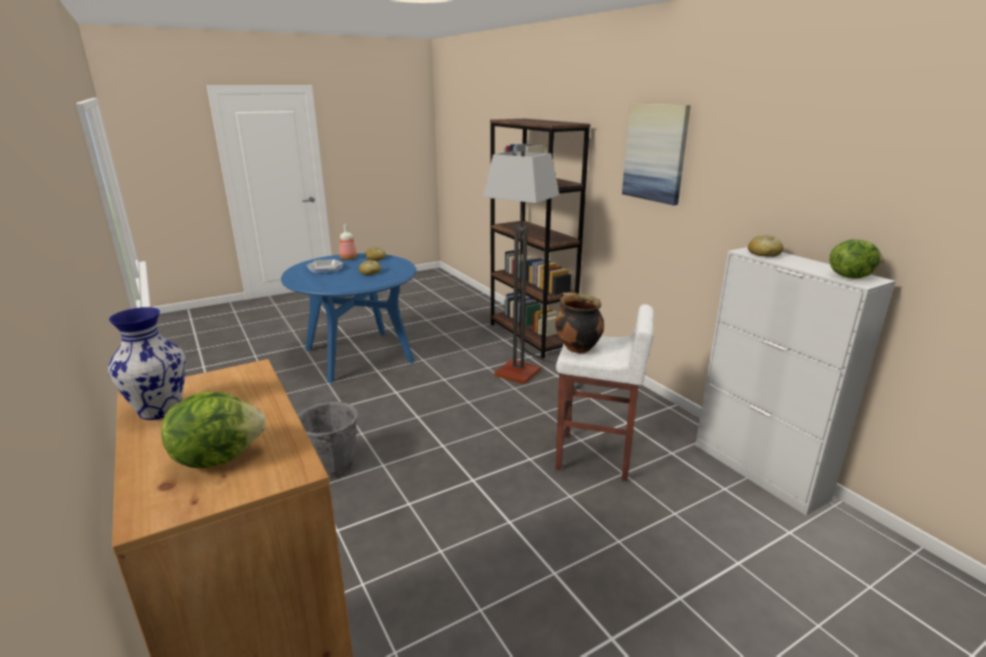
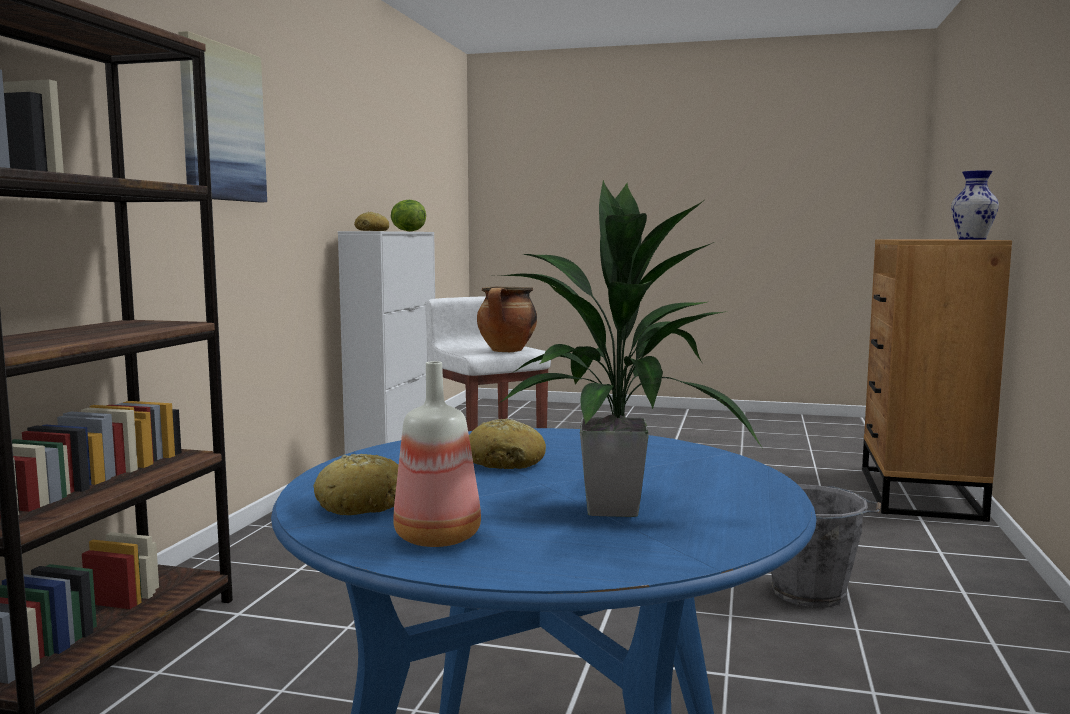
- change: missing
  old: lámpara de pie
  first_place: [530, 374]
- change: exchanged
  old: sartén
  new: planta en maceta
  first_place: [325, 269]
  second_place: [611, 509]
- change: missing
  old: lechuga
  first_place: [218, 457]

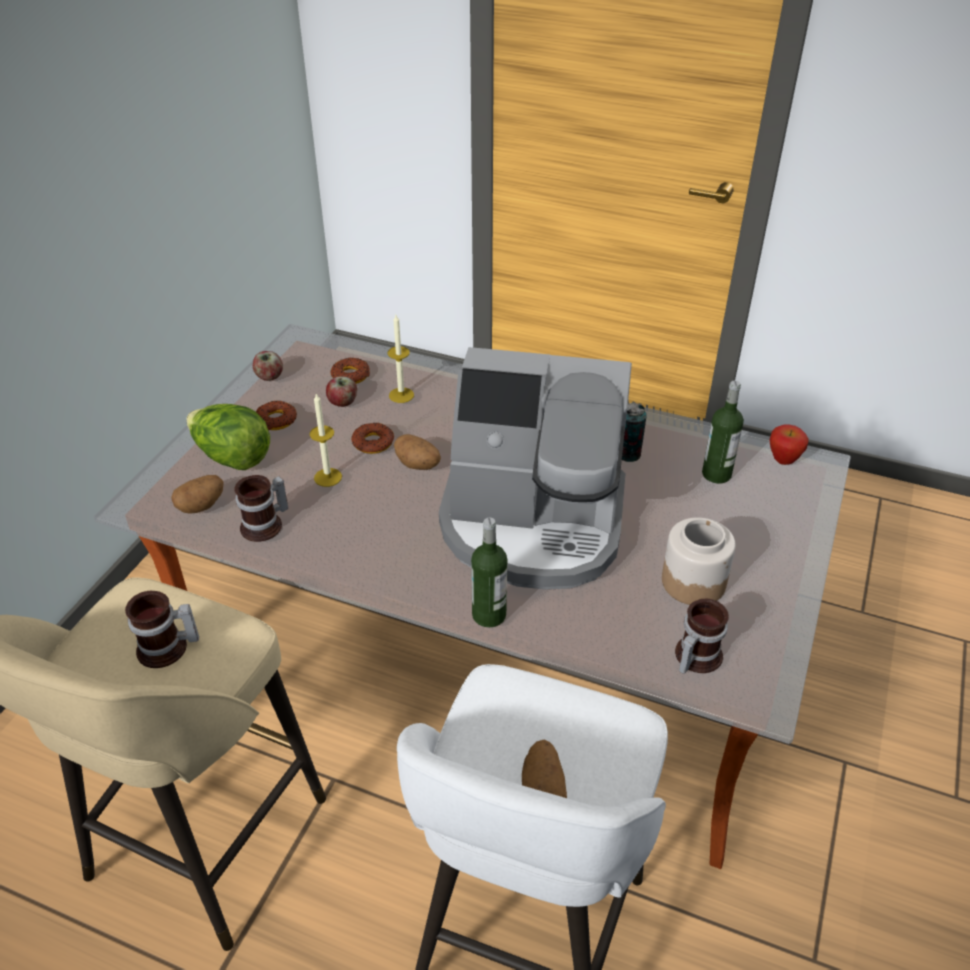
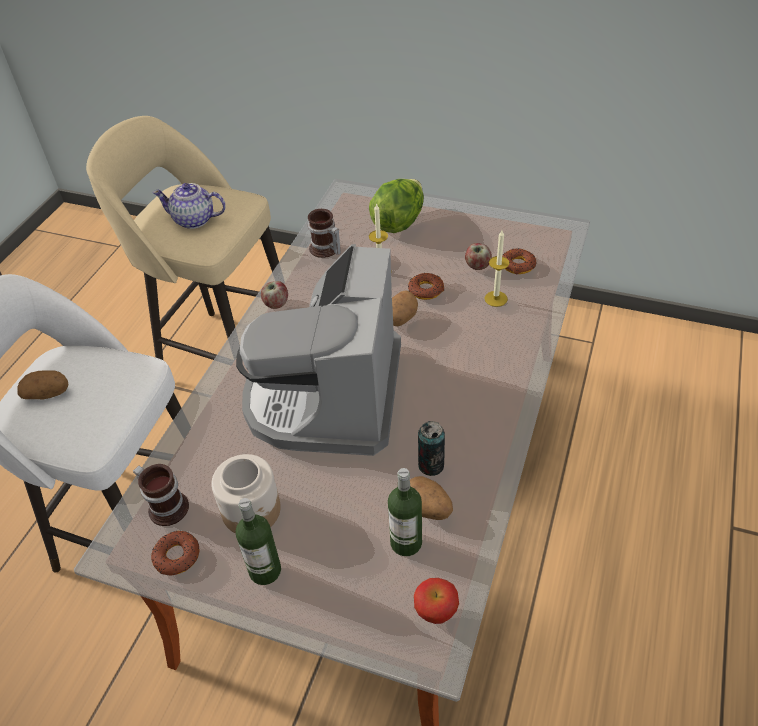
- change: relocated
  old: manzana
  first_place: [269, 377]
  second_place: [276, 304]
- change: relocated
  old: rosquilla
  first_place: [276, 420]
  second_place: [176, 556]
- change: relocated
  old: patata
  first_place: [201, 506]
  second_place: [429, 508]
- change: relocated
  old: botella
  first_place: [489, 615]
  second_place: [265, 570]
- change: exchanged
  old: taza grande
  new: tetera
  first_place: [167, 650]
  second_place: [194, 220]

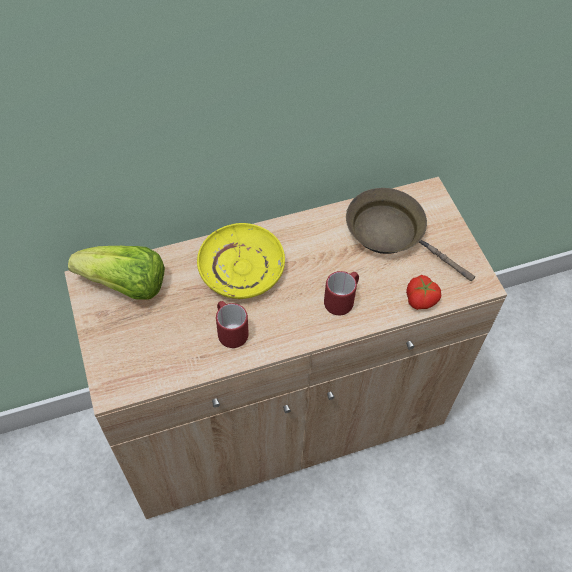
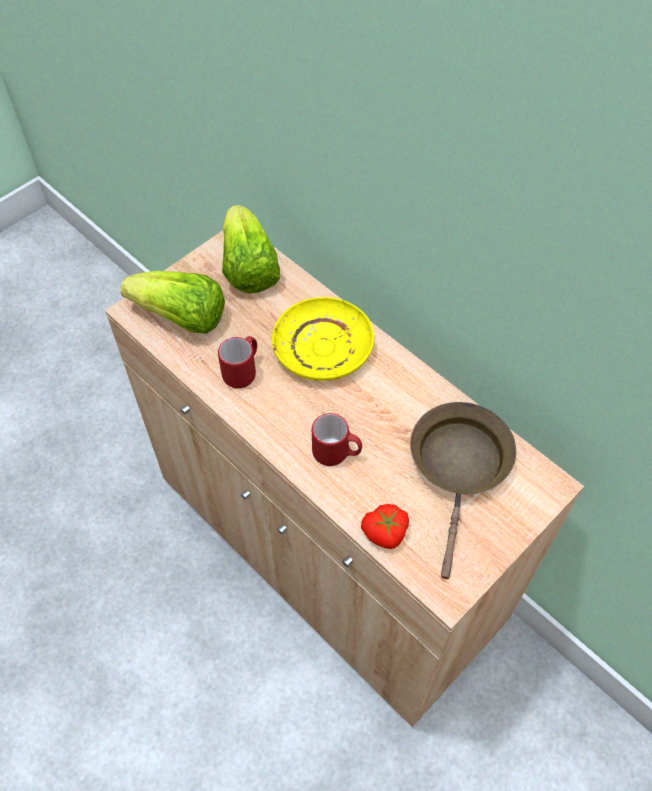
- change: appeared
  new: lechuga
  second_place: [181, 318]

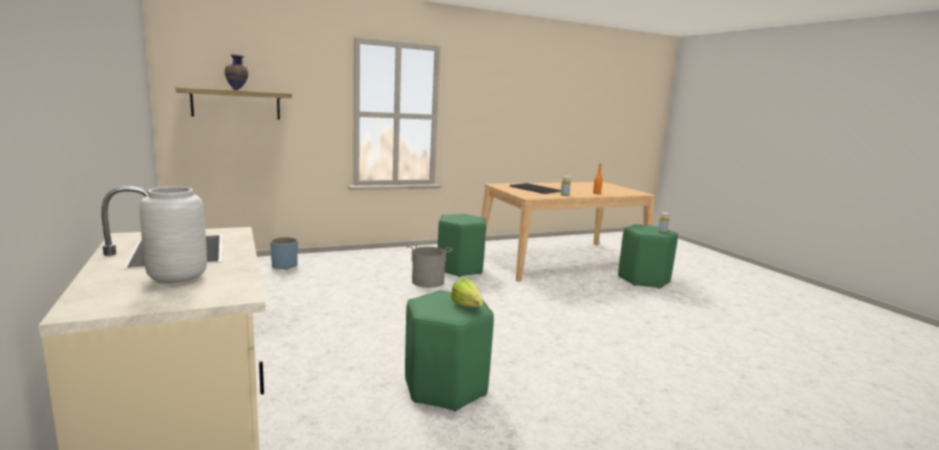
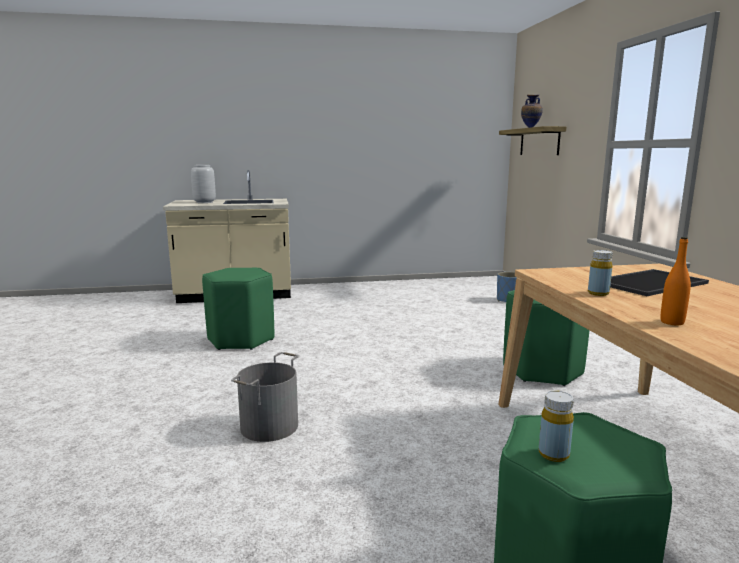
- change: relocated
  old: cubo (gris)
  first_place: [428, 281]
  second_place: [270, 426]
- change: missing
  old: lechuga
  first_place: [468, 308]

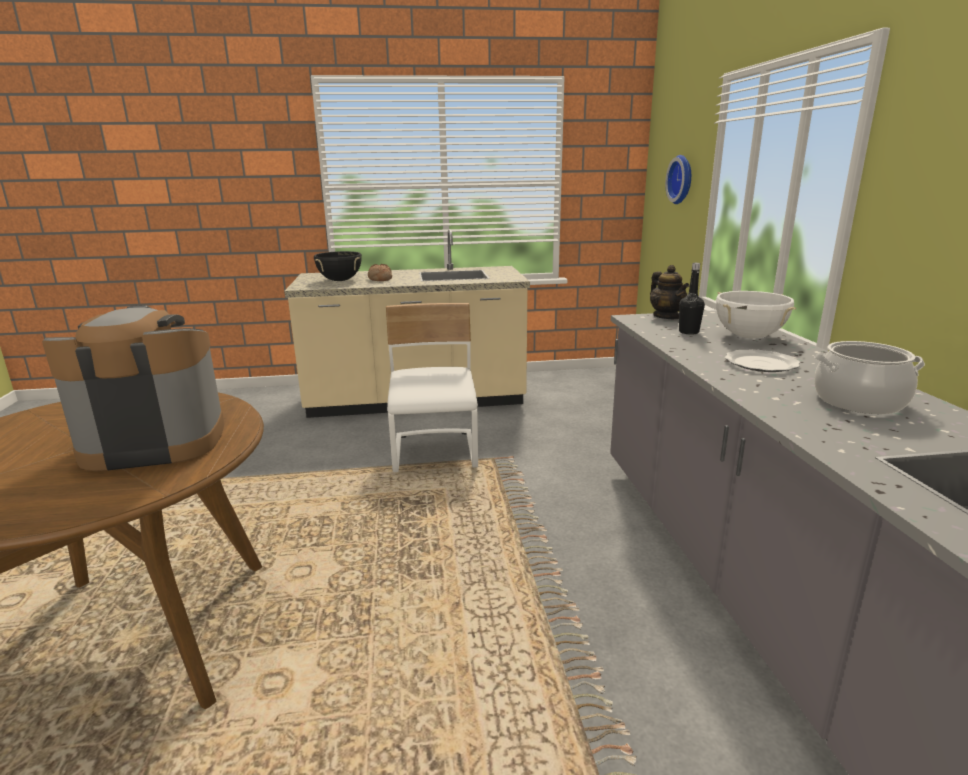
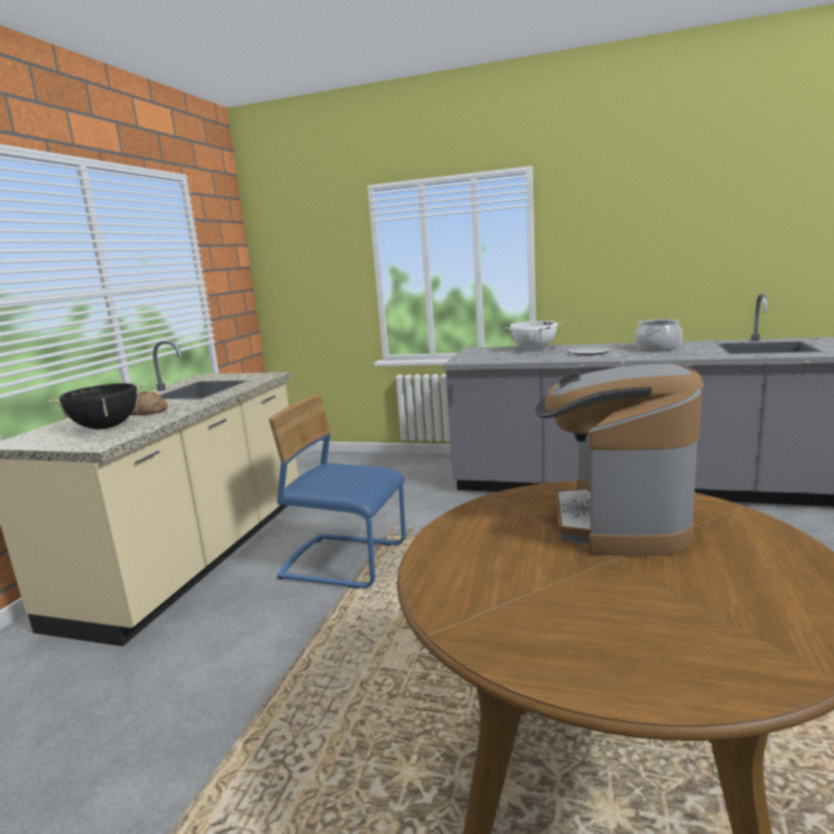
- change: missing
  old: reloj de pared
  first_place: [682, 179]
- change: missing
  old: botella (negro)
  first_place: [688, 332]
- change: missing
  old: tetera
  first_place: [666, 317]
- change: colour
  old: silla (blanco)
  new: silla (azul)
  first_place: [436, 453]
  second_place: [344, 561]

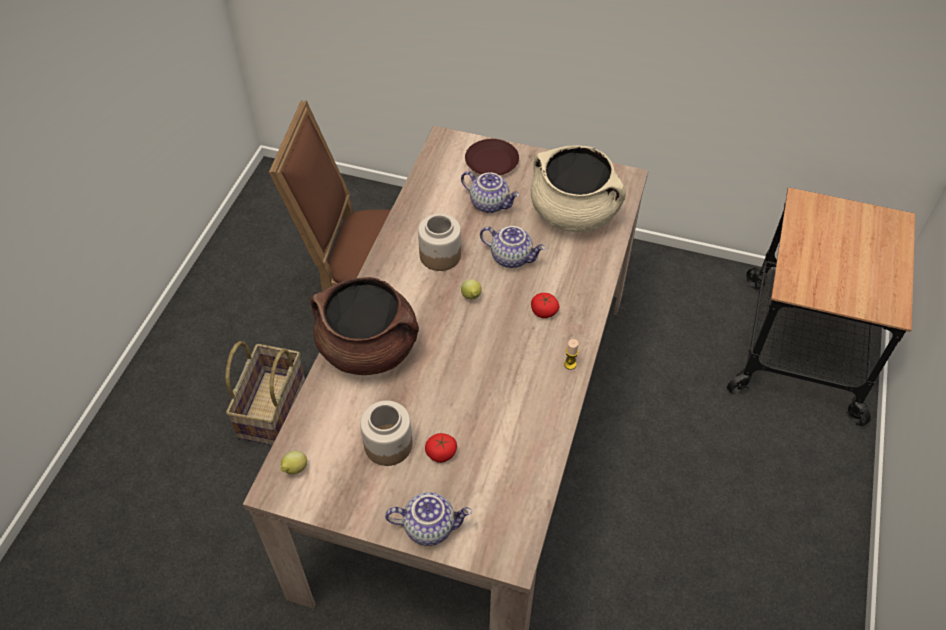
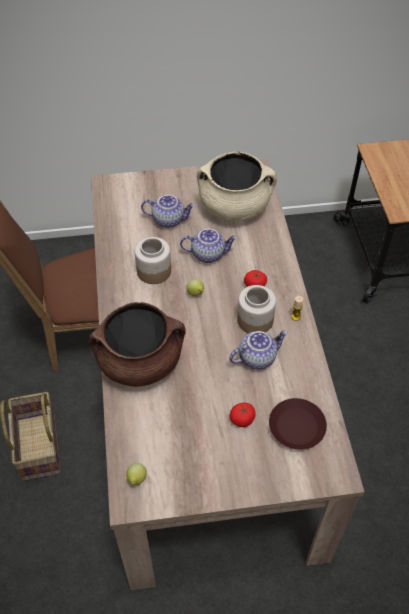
- change: relocated
  old: plato (marrón)
  first_place: [491, 163]
  second_place: [297, 427]
- change: relocated
  old: tarro
  first_place: [389, 445]
  second_place: [255, 320]
- change: relocated
  old: tetera
  first_place: [430, 526]
  second_place: [257, 357]

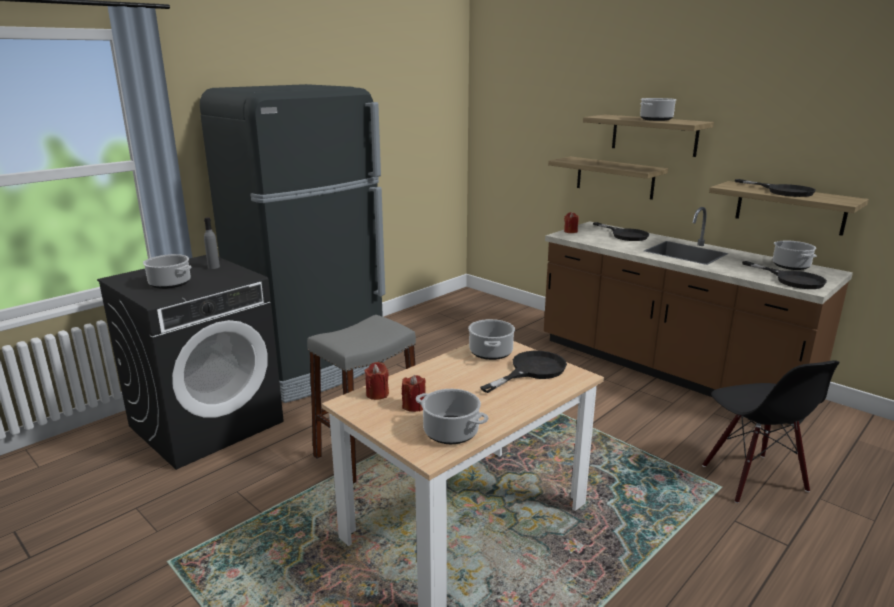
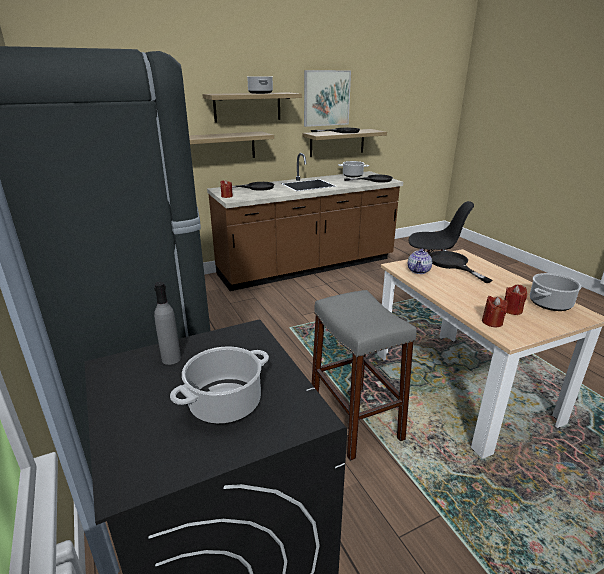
- change: exchanged
  old: olla
  new: tetera
  first_place: [491, 352]
  second_place: [419, 270]
- change: appeared
  new: cuadro
  second_place: [326, 98]

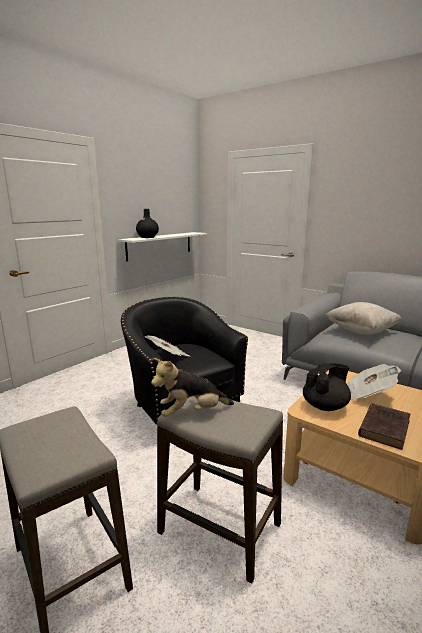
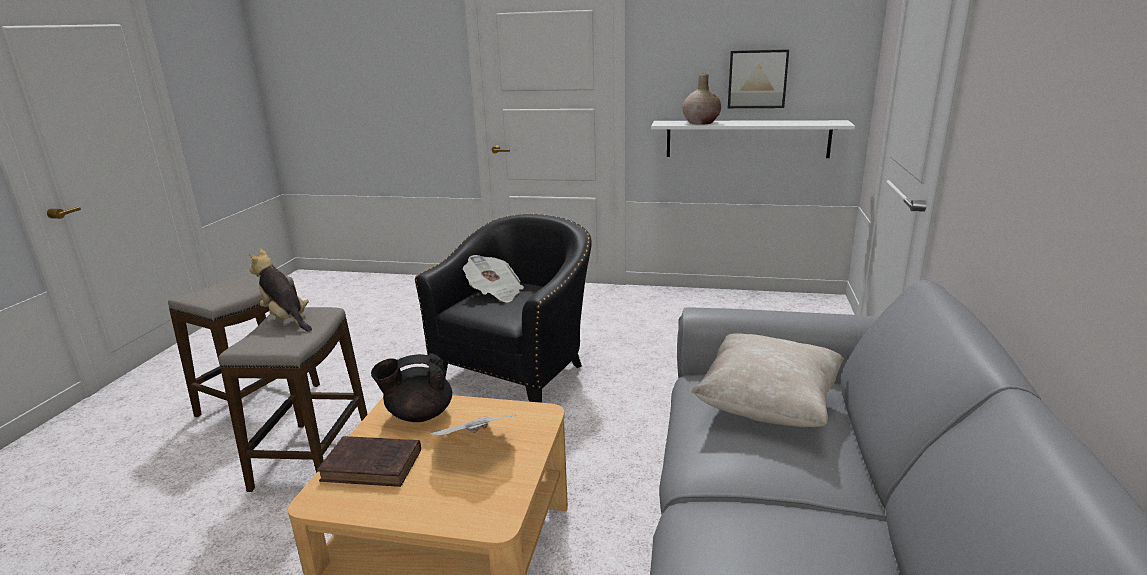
- change: colour
  old: florero (negro)
  new: florero (beis)
  first_place: [147, 237]
  second_place: [701, 122]
- change: spun
  old: tetera (negro)
  first_place: [325, 406]
  second_place: [419, 415]
  degrees: 135
- change: appeared
  new: cuadro
  second_place: [757, 79]

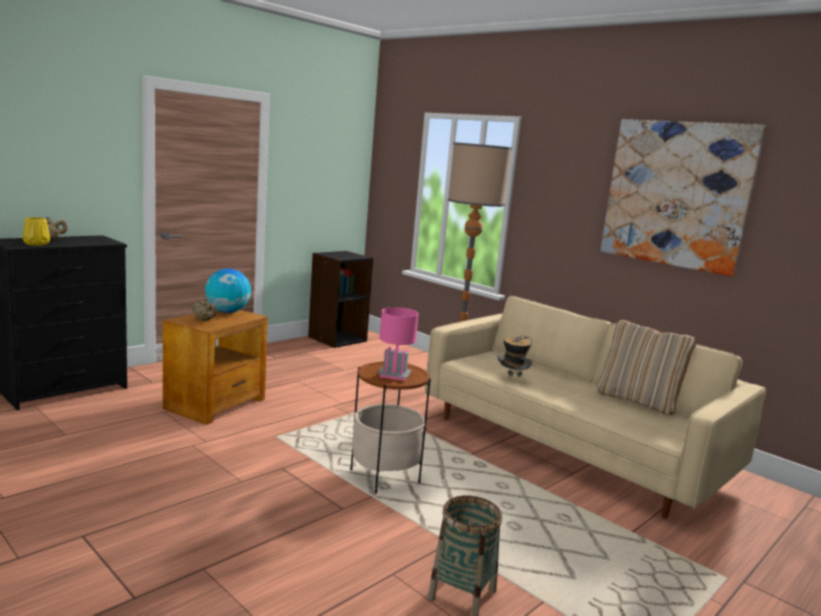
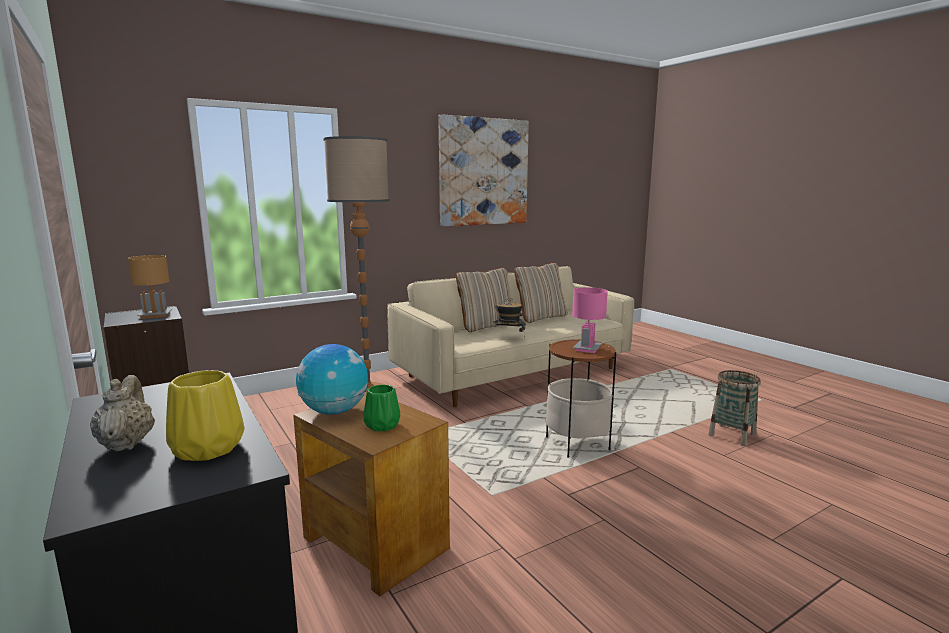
- change: exchanged
  old: tetera (beis)
  new: florero (verde)
  first_place: [204, 320]
  second_place: [382, 425]
- change: appeared
  new: lámpara de mesa (marrón)
  second_place: [155, 315]
- change: appeared
  new: cojín (beis)
  second_place: [486, 326]

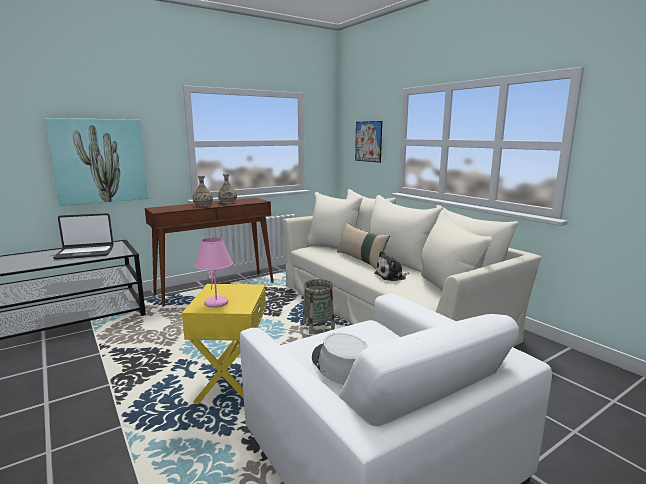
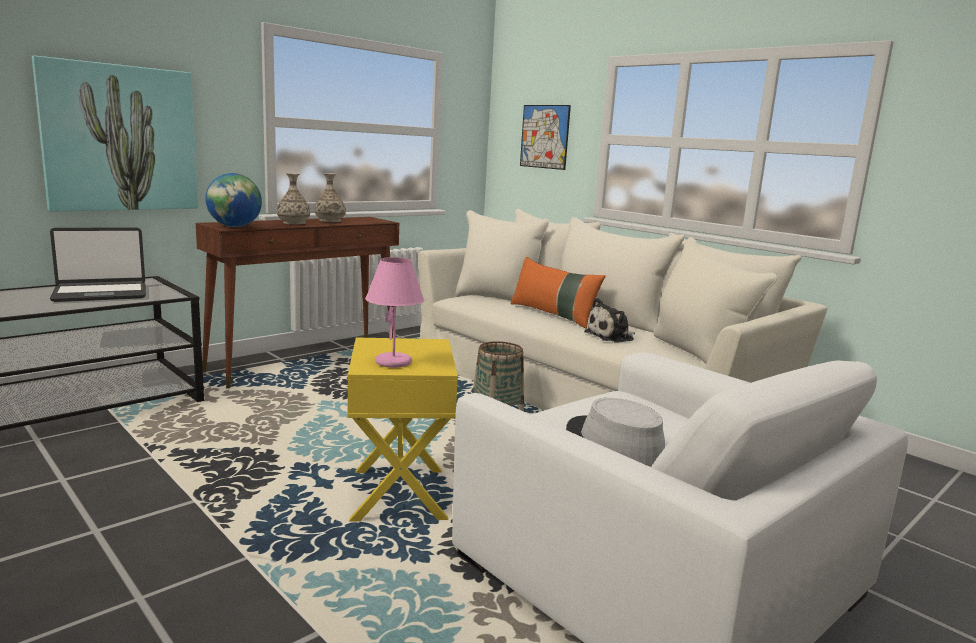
- change: colour
  old: cojín (beis)
  new: cojín (naranja)
  first_place: [361, 260]
  second_place: [553, 315]
- change: appeared
  new: globo terráqueo
  second_place: [235, 227]

